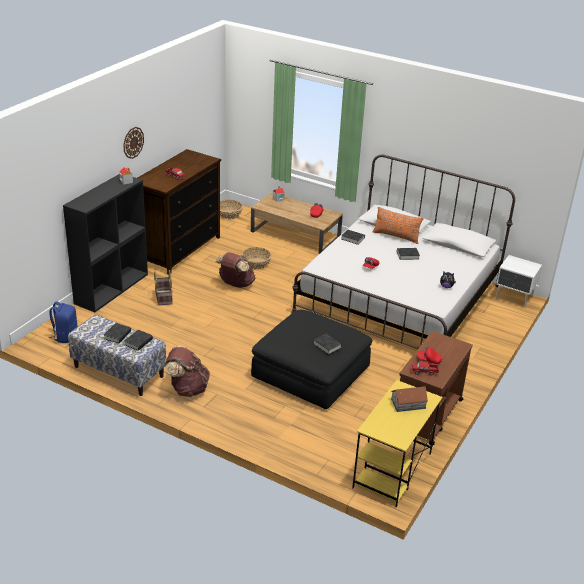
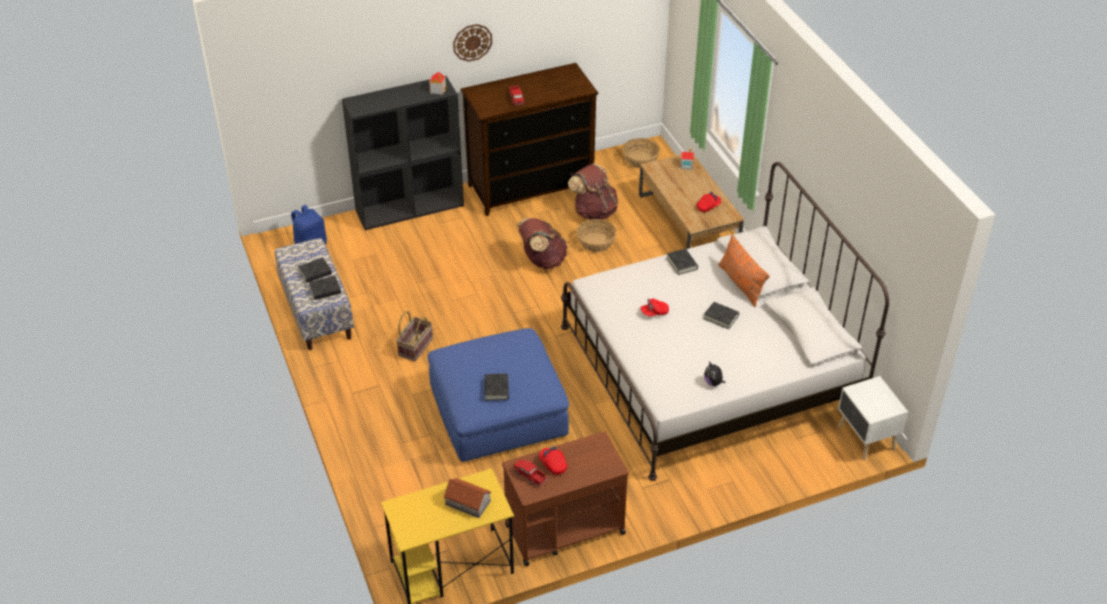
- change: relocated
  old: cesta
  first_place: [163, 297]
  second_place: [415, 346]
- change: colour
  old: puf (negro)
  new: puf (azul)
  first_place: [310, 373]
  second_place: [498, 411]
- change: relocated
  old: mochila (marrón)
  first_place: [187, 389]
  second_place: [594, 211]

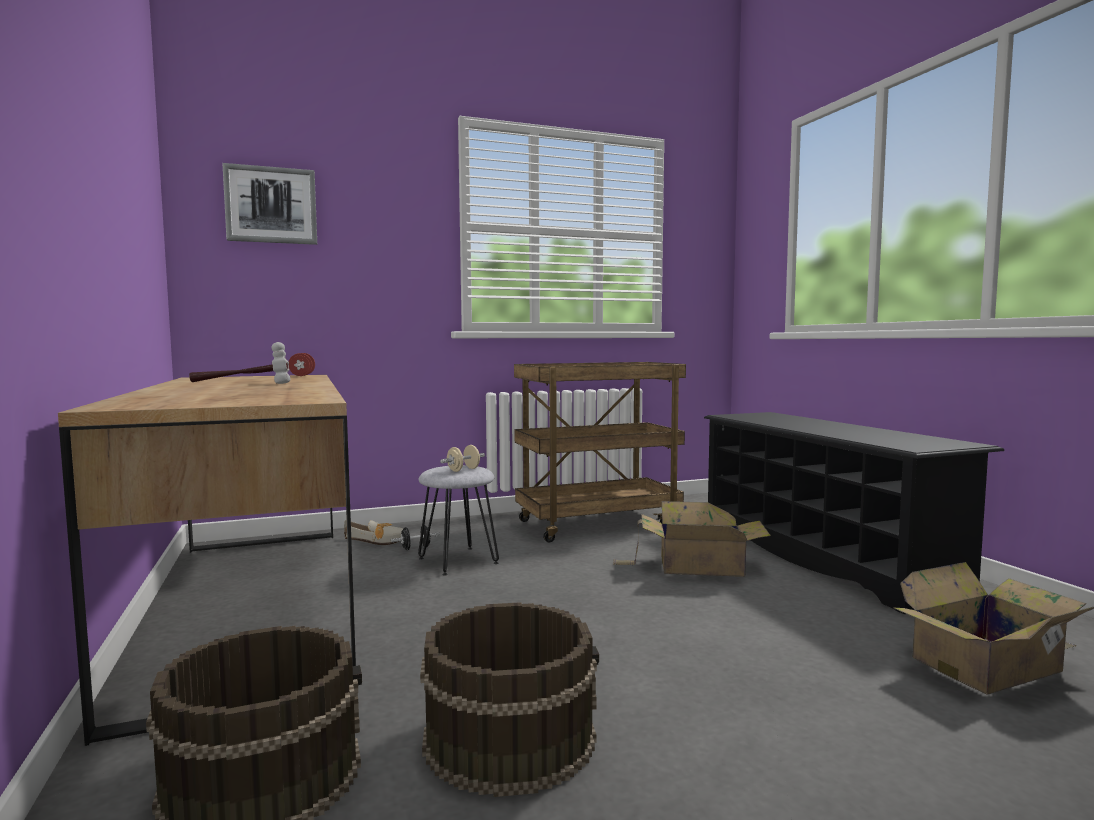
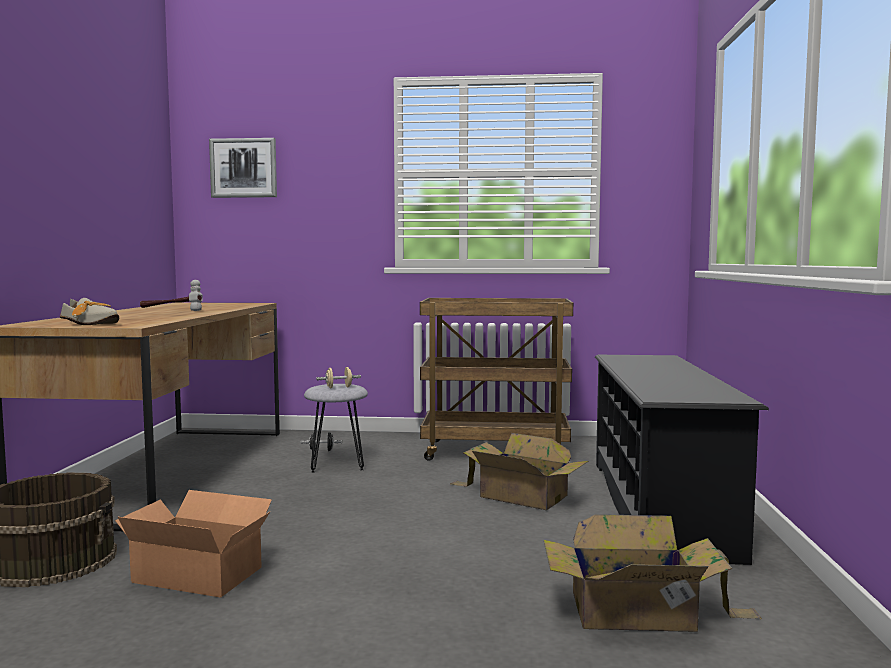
- change: missing
  old: mancuerna (rojo)
  first_place: [302, 375]
- change: relocated
  old: zapato
  first_place: [379, 541]
  second_place: [91, 324]
- change: exchanged
  old: cubo (marrón)
  new: caja de cartón
  first_place: [509, 737]
  second_place: [198, 572]

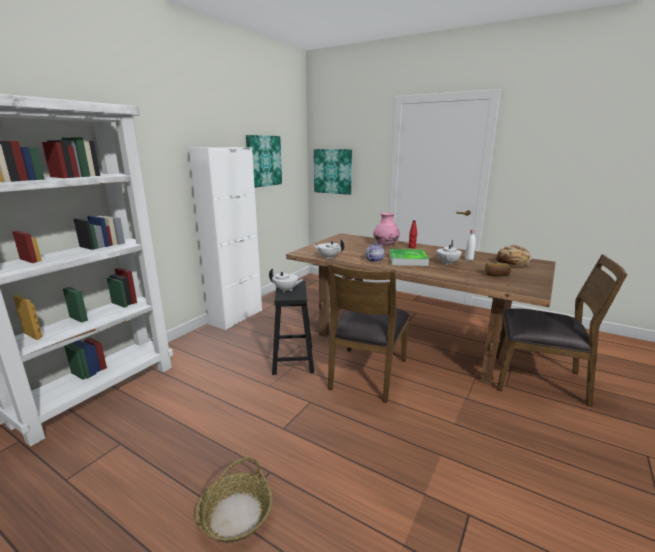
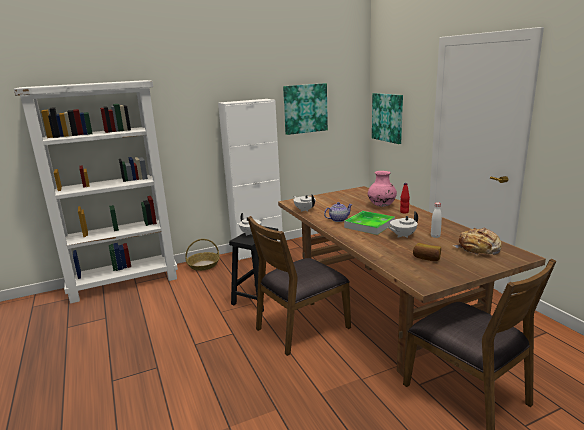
- change: relocated
  old: cesta
  first_place: [236, 514]
  second_place: [203, 265]

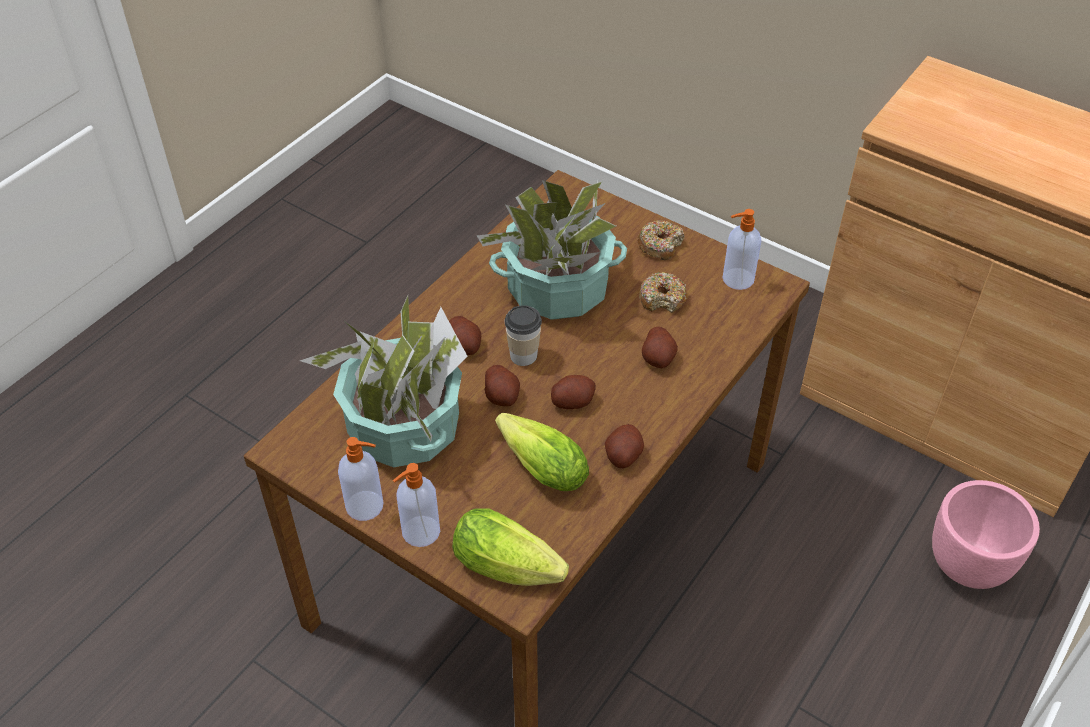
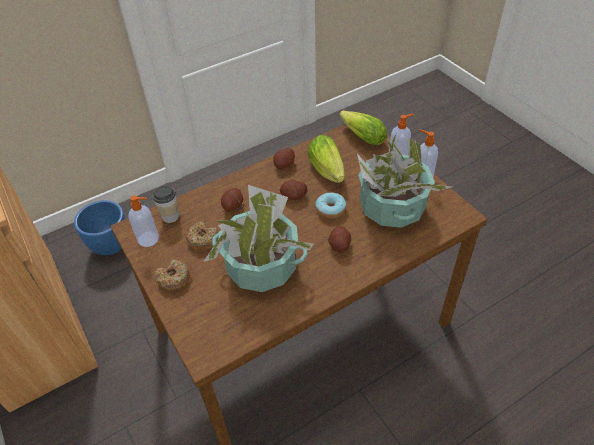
- change: relocated
  old: taza
  first_place: [523, 355]
  second_place: [170, 216]
- change: exchanged
  old: patata
  new: rosquilla
  first_place: [502, 396]
  second_place: [330, 209]
- change: colour
  old: maceta (rosa)
  new: maceta (azul)
  first_place: [966, 565]
  second_place: [111, 246]

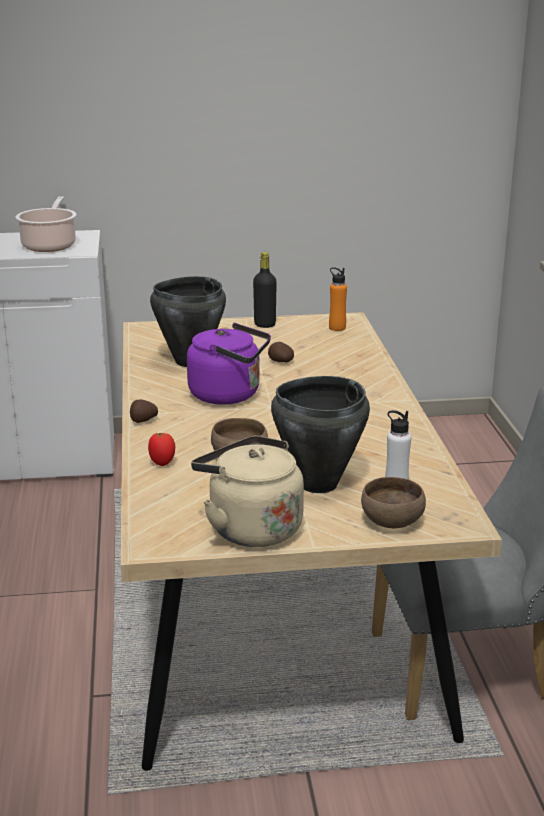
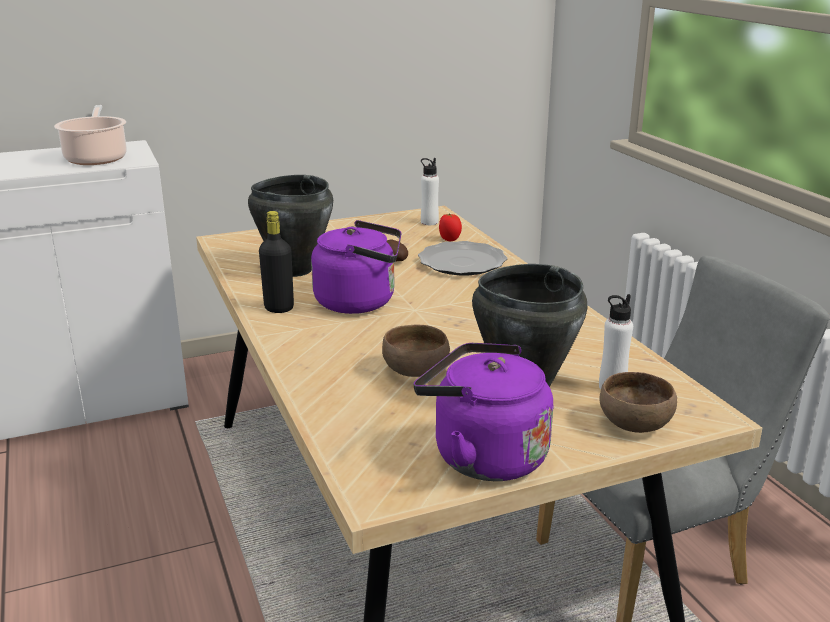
- change: relocated
  old: botella (negro)
  first_place: [265, 324]
  second_place: [279, 308]
- change: colour
  old: botella (naranja)
  new: botella (blanco)
  first_place: [337, 328]
  second_place: [429, 222]
- change: missing
  old: patata
  first_place: [143, 420]
- change: relocated
  old: tomate
  first_place: [162, 463]
  second_place: [449, 239]
- change: colour
  old: hervidor (beis)
  new: hervidor (morado)
  first_place: [250, 528]
  second_place: [483, 456]
- change: appeared
  new: plato
  second_place: [462, 262]

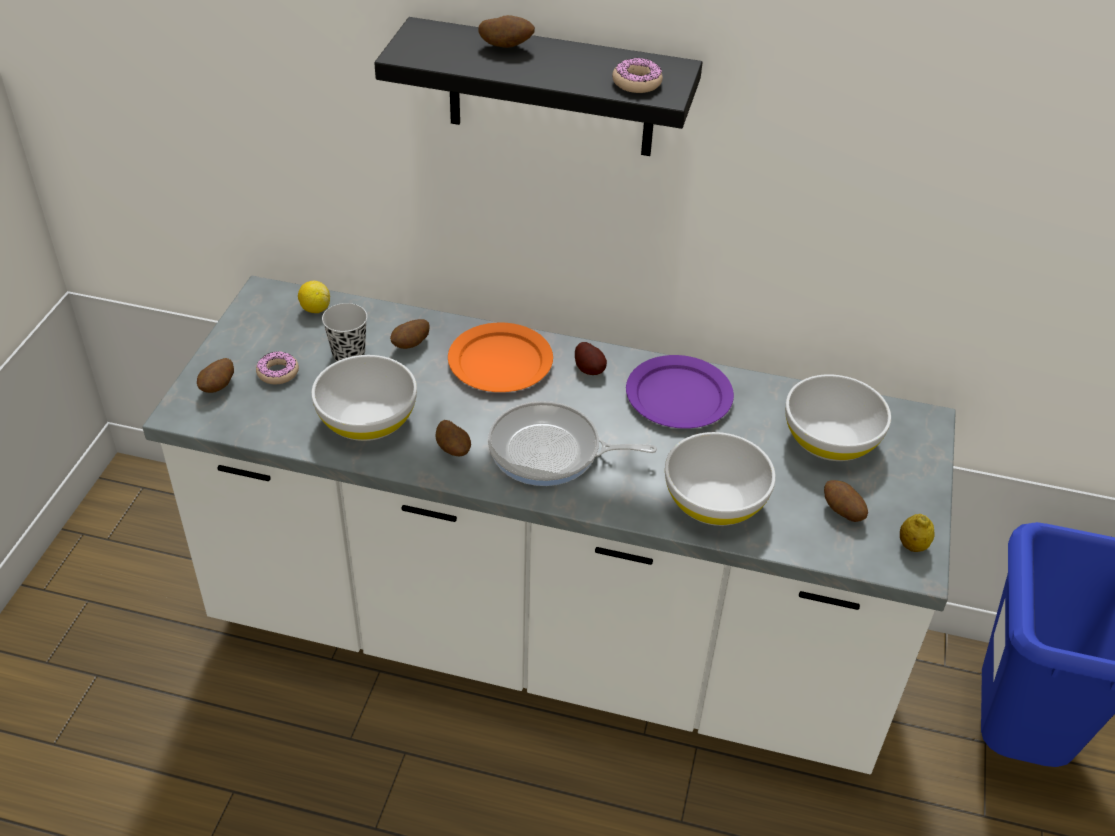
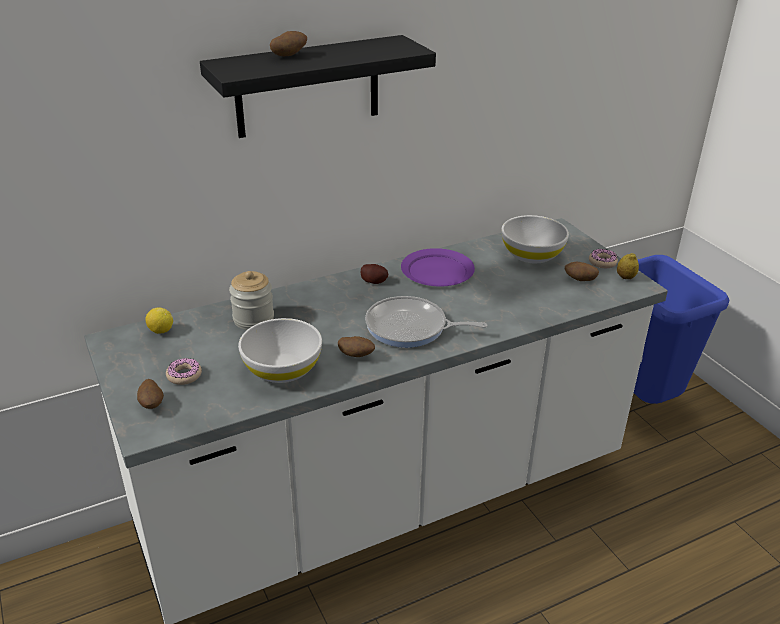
- change: relocated
  old: rosquilla
  first_place: [637, 83]
  second_place: [602, 262]
- change: missing
  old: taza (negro)
  first_place: [349, 355]
- change: exchanged
  old: patata
  new: tarro
  first_place: [411, 345]
  second_place: [253, 319]
- change: missing
  old: plato (naranja)
  first_place: [500, 361]
- change: spun
  old: sartén
  first_place: [551, 452]
  second_place: [410, 328]
  degrees: 45
- change: missing
  old: cuenco (blanco)
  first_place: [714, 501]

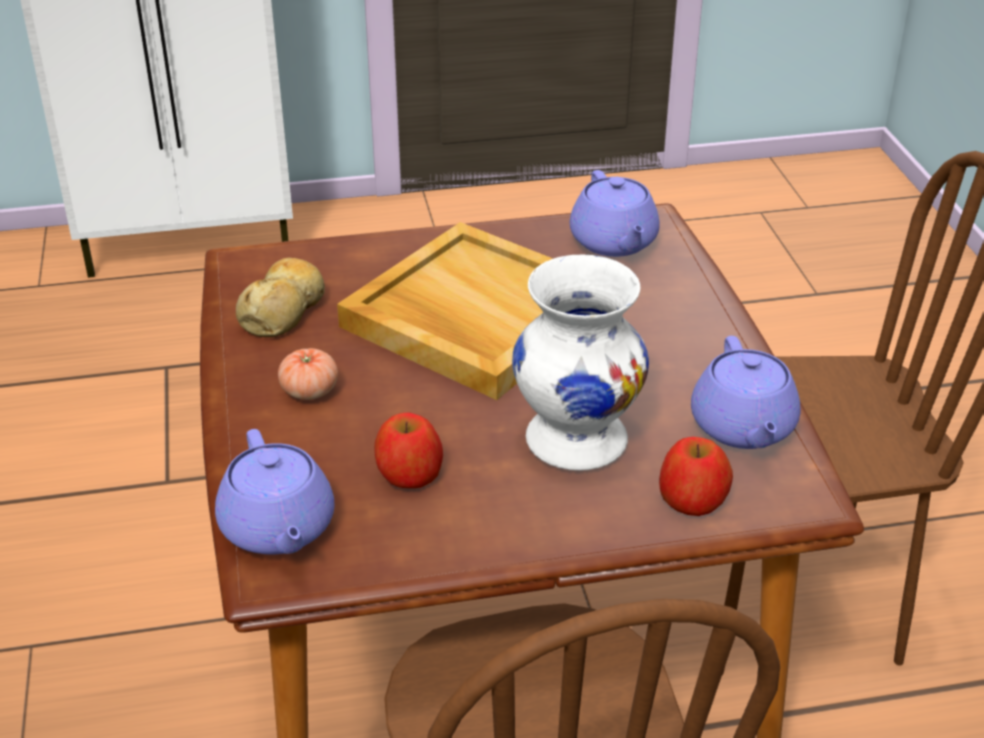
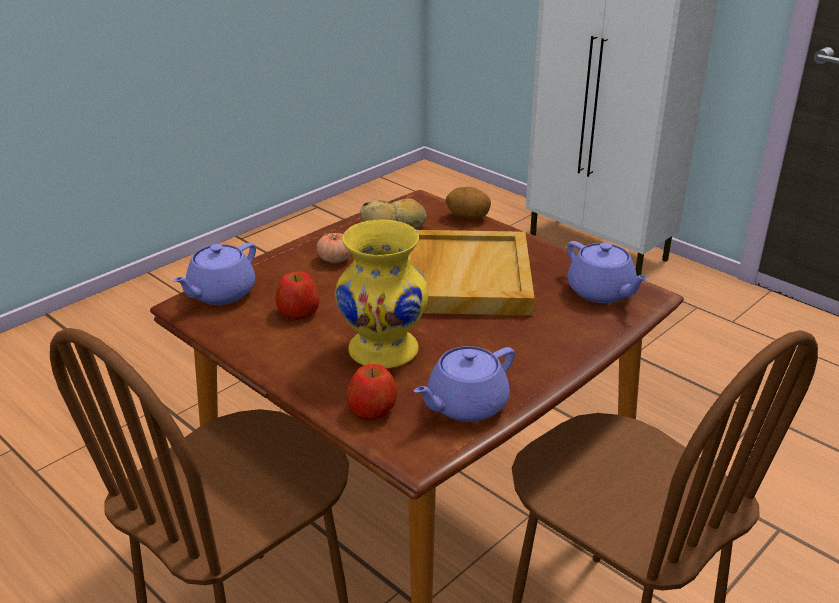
- change: spun
  old: tetera (morado)
  first_place: [614, 242]
  second_place: [601, 292]
  degrees: -75
- change: colour
  old: florero (blanco)
  new: florero (amarillo)
  first_place: [576, 442]
  second_place: [382, 351]
- change: appeared
  new: patata
  second_place: [468, 217]

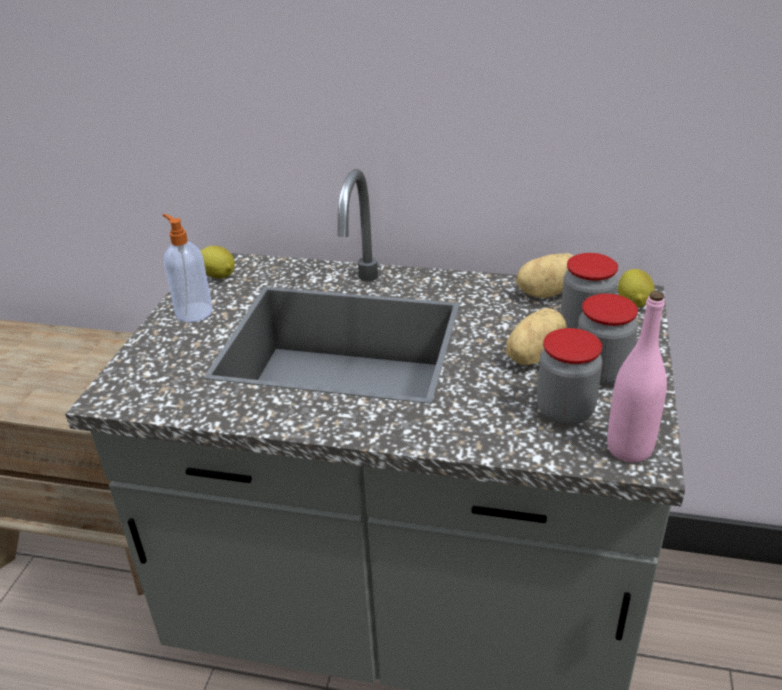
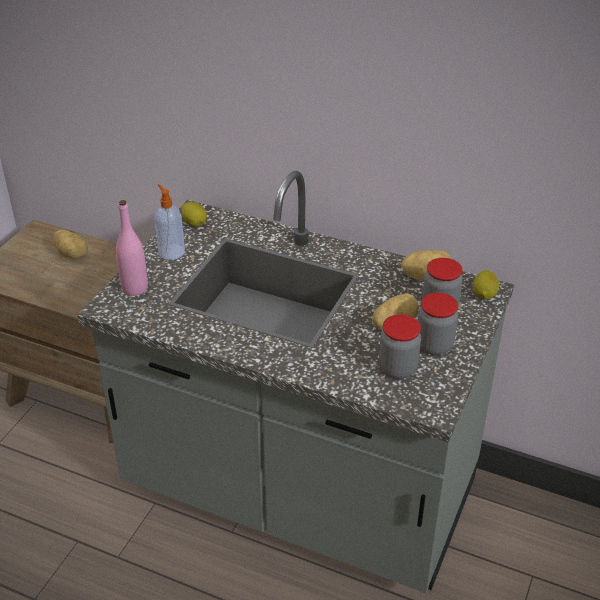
- change: relocated
  old: botella (rosa)
  first_place: [629, 449]
  second_place: [135, 288]
- change: appeared
  new: patata
  second_place: [72, 254]

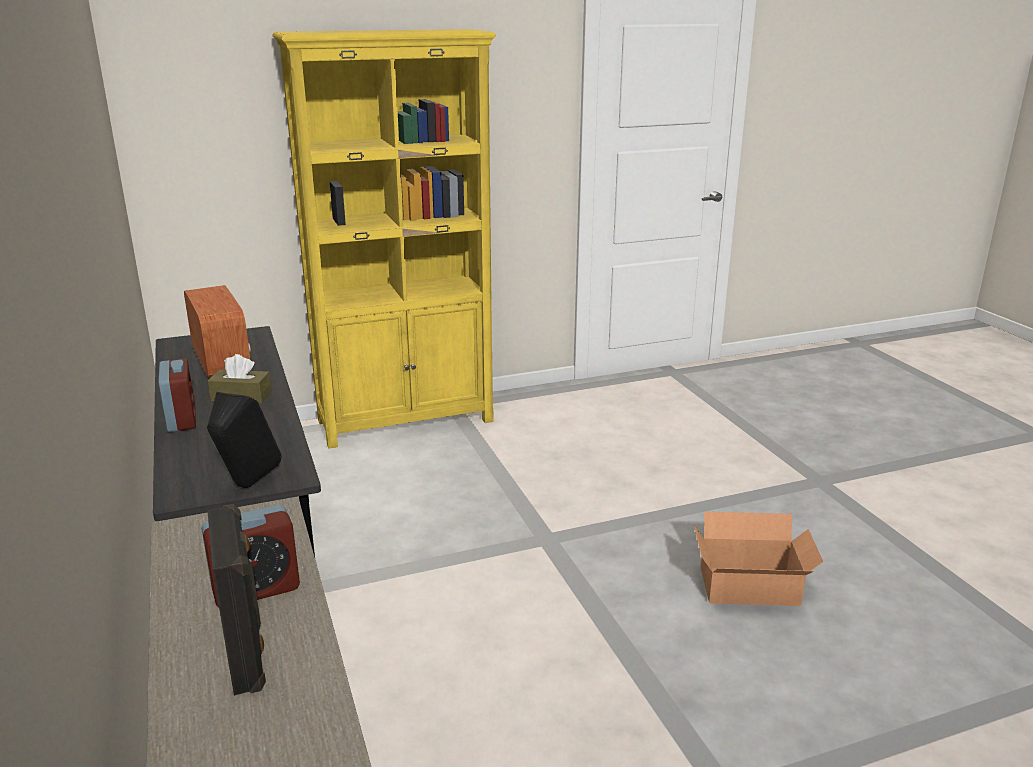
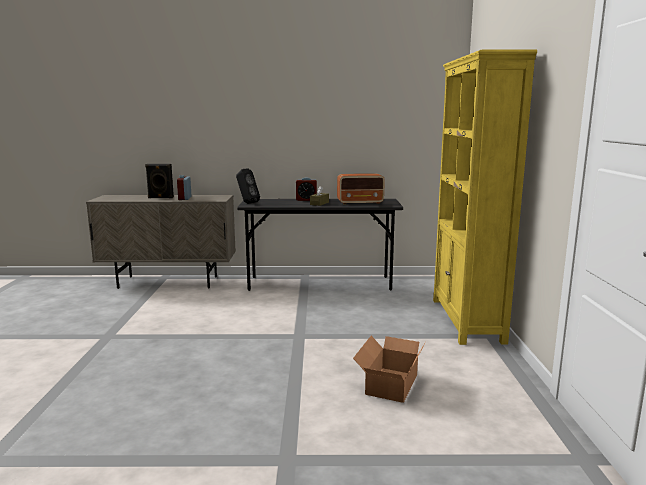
- change: relocated
  old: caja de cartón
  first_place: [752, 589]
  second_place: [389, 385]

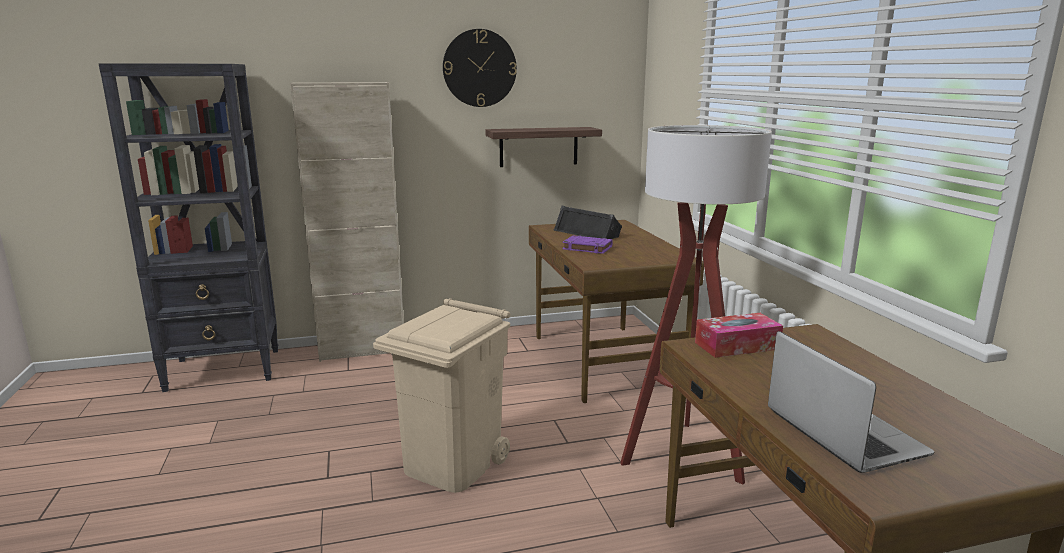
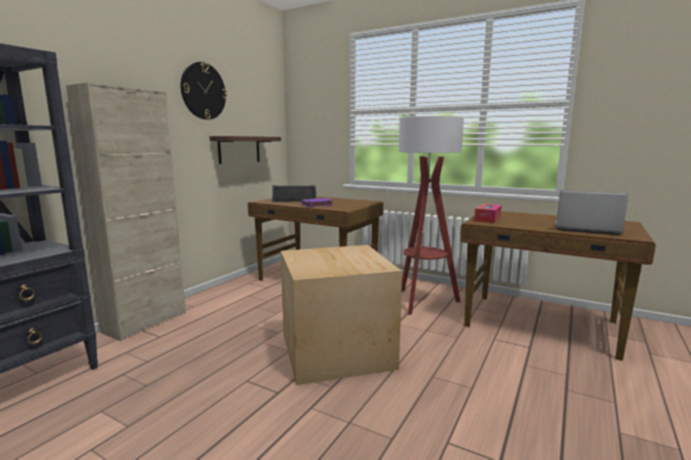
- change: exchanged
  old: papelera (beis)
  new: caja de cartón
  first_place: [452, 464]
  second_place: [337, 350]

